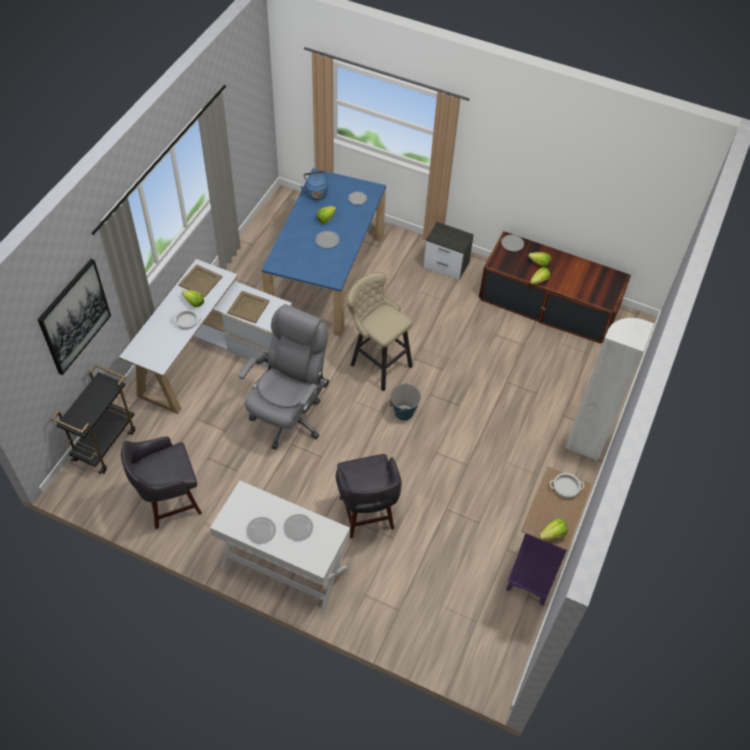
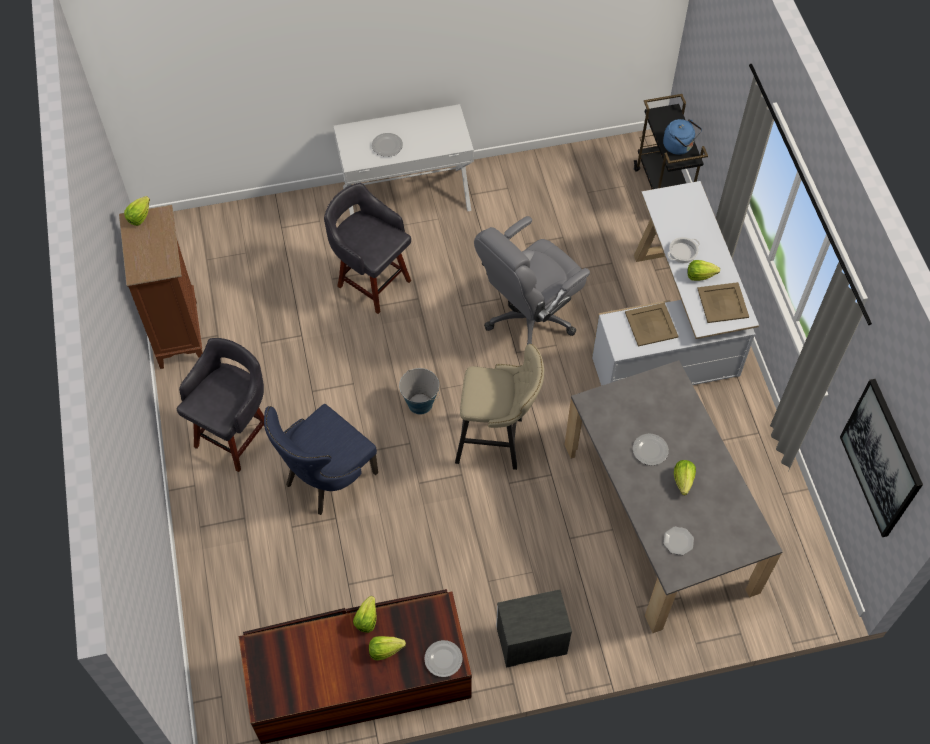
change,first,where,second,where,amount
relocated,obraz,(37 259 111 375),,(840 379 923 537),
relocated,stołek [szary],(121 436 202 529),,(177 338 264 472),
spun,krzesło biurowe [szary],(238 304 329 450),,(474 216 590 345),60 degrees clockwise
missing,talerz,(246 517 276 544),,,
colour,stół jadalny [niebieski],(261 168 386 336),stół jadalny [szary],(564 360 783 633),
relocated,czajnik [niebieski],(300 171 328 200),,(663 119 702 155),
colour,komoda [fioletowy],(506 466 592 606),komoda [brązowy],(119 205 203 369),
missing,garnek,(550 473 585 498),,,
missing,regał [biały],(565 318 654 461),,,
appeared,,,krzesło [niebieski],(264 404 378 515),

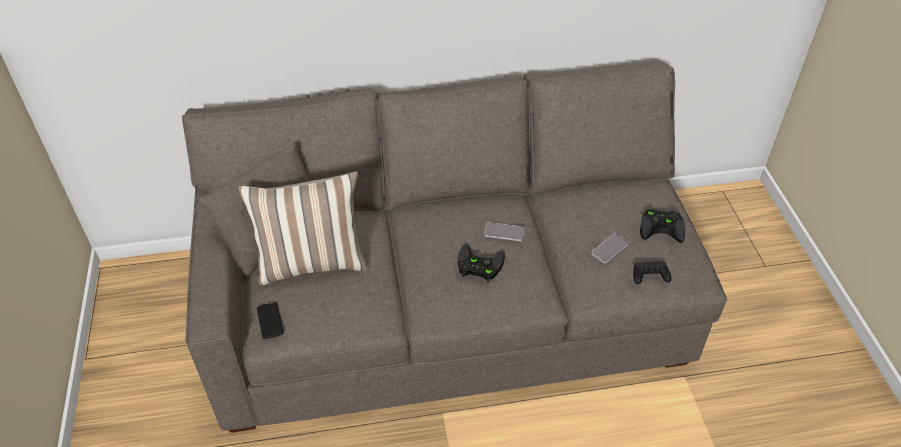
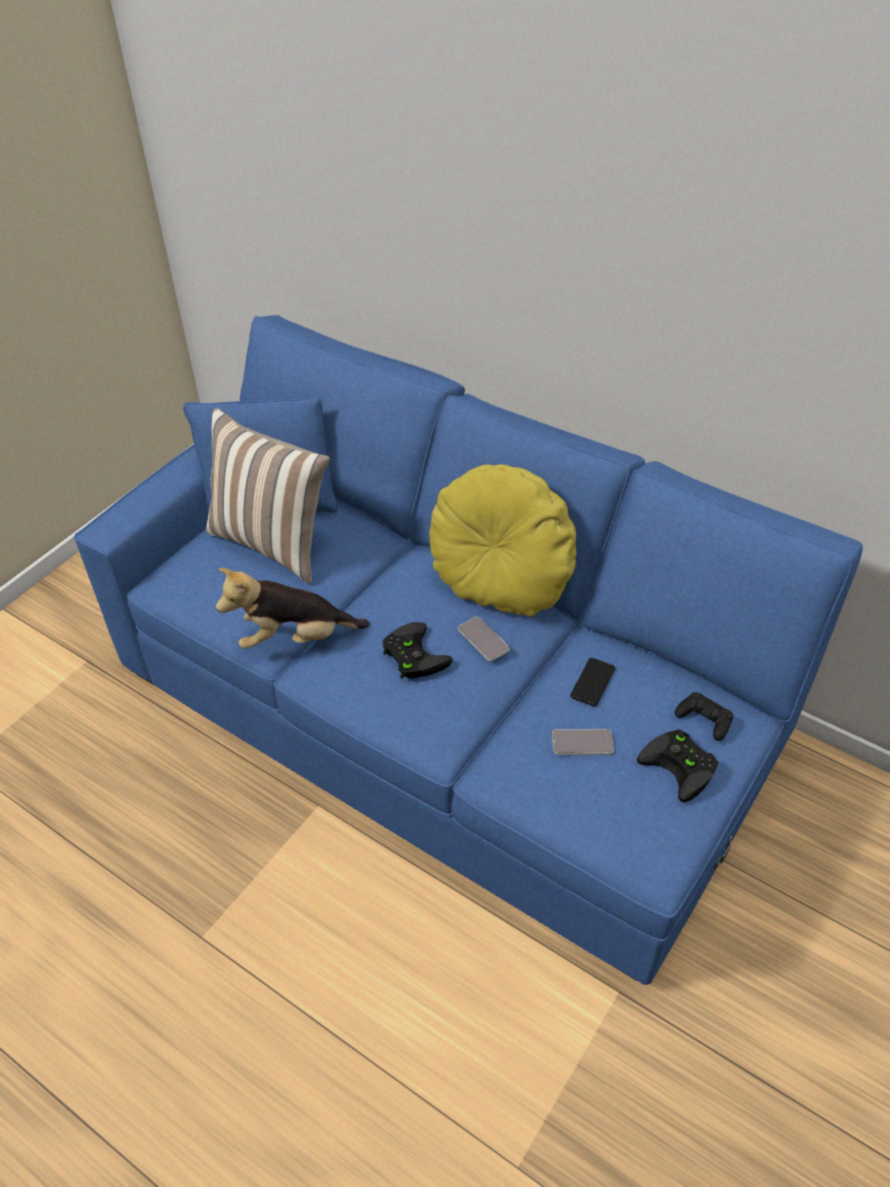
change,first,where,second,where,amount
colour,kanapa [szary],(182 60 727 433),kanapa [niebieski],(74 315 863 985),
relocated,telefon,(257 302 284 339),,(570 658 615 706),
relocated,pad do gier [czarny],(633 261 672 284),,(675 692 733 741),
appeared,,,pluszak,(216 568 370 649),
appeared,,,poduszka [żółty],(429 464 576 617),

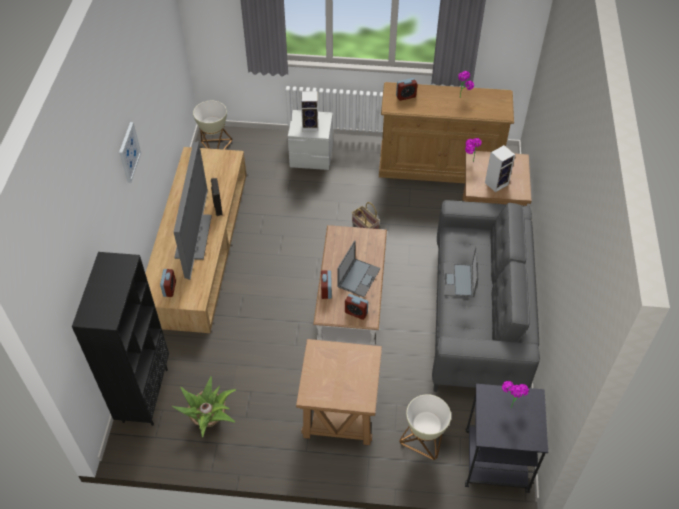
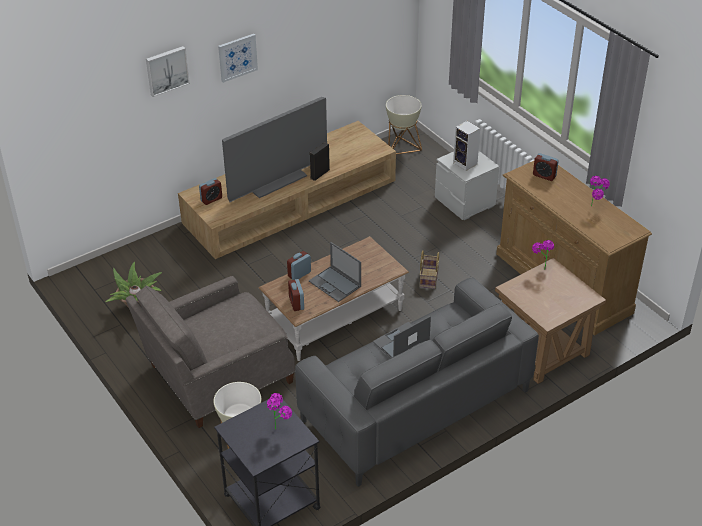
change,first,where,second,where,amount
missing,regał [czarny],(72 252 169 426),,,
exchanged,stolik [brązowy],(296 339 382 445),fotel [szary],(126 276 295 428),
spun,laptop,(337 240 381 297),,(309 242 361 302),60 degrees clockwise
missing,głośnik,(485 145 515 192),,,
appeared,,,obraz,(146 46 190 97),

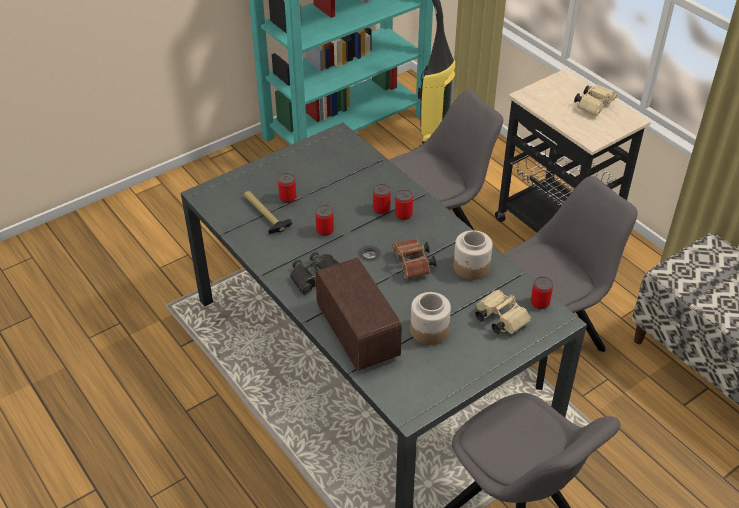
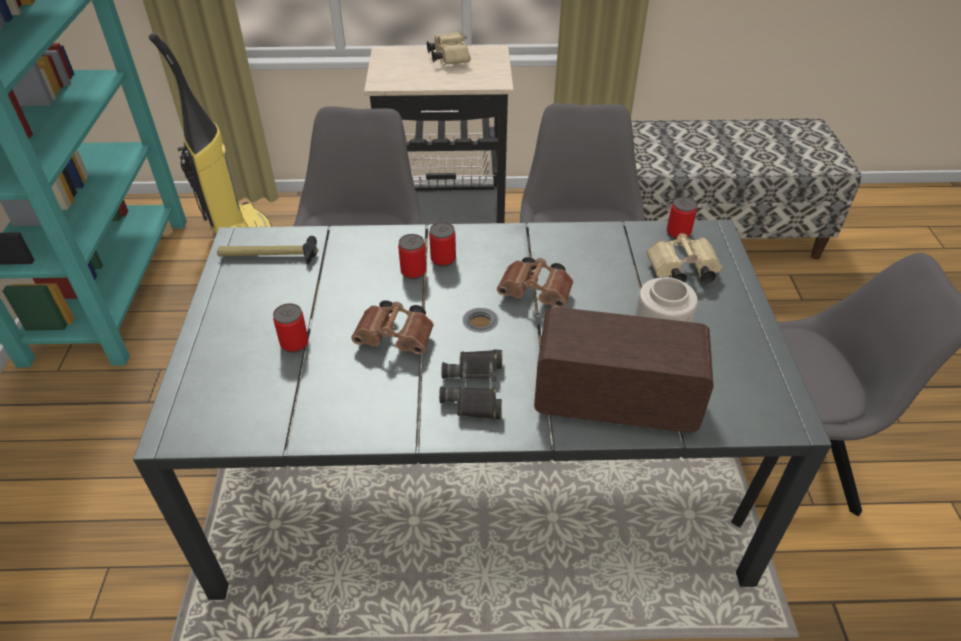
change,first,where,second,where,amount
relocated,młotek,(243 191 292 234),,(217 236 317 265),
exchanged,puszka,(315 205 334 236),lornetka [brązowy],(351 300 434 354),
missing,słoik,(454 230 493 280),,,

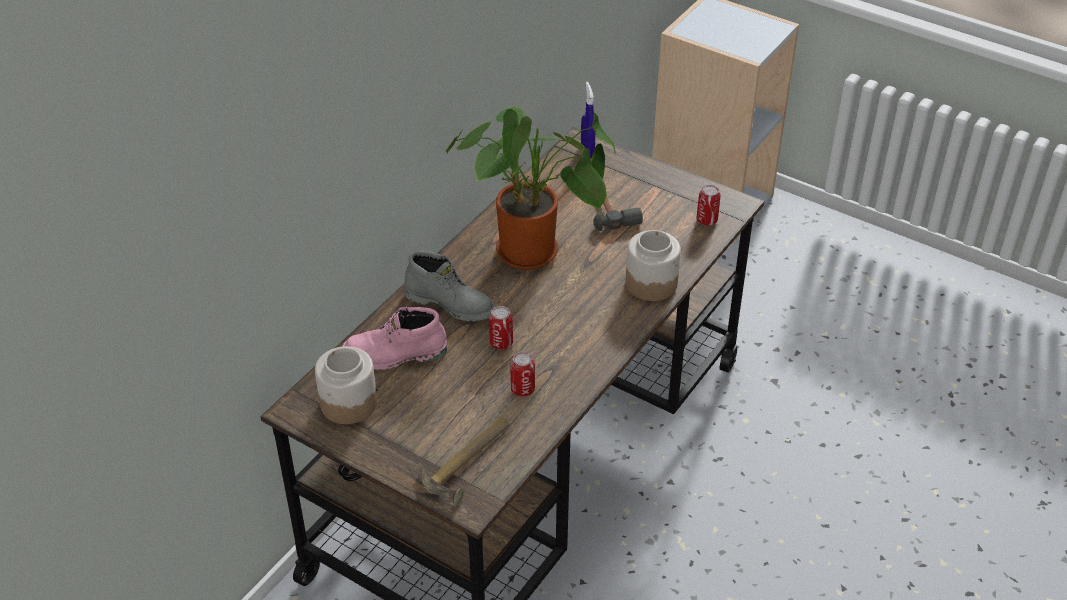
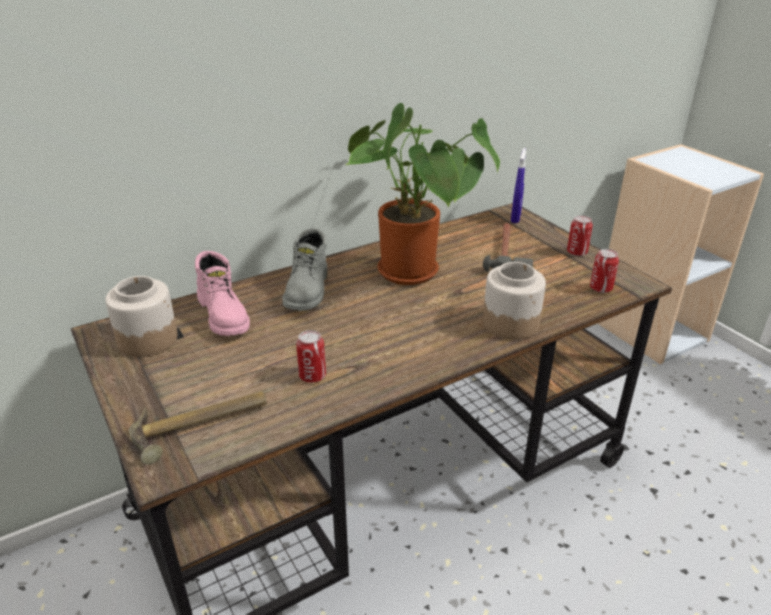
change,first,where,second,where,amount
spun,but z cholewką [różowy],(343 307 447 370),,(195 251 250 336),135 degrees counterclockwise
spun,but z cholewką [szary],(404 251 495 321),,(282 228 327 311),45 degrees clockwise
relocated,puszka,(489 306 513 350),,(567 215 593 256),

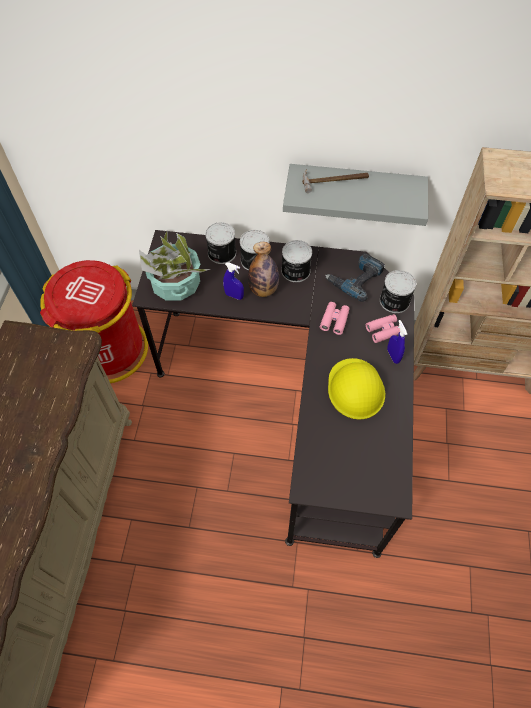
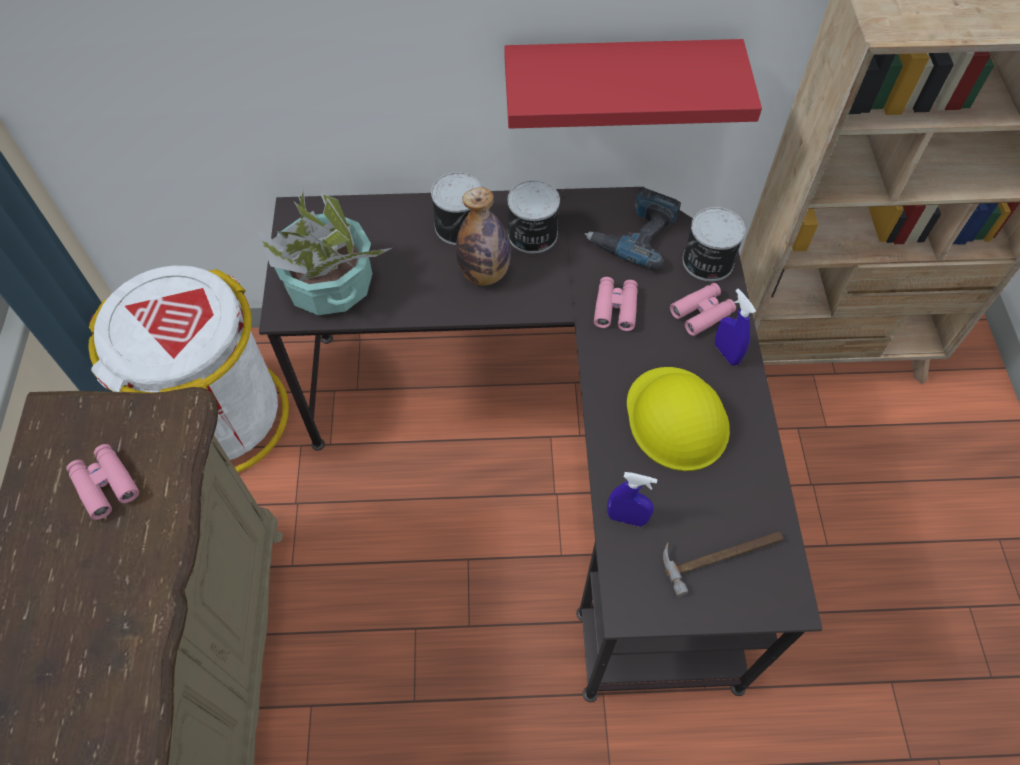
change,first,where,second,where,amount
colour,kosz na śmieci [czerwony],(40 260 148 383),kosz na śmieci [biały],(88 266 289 473),
missing,puszka,(205 222 236 264),,,
relocated,spryskiwacz [niebieski],(223 262 244 300),,(607 472 658 527),
colour,półka [szary],(283 164 428 226),półka [czerwony],(505 39 762 129),
relocated,młotek,(302 169 369 193),,(663 532 783 597),
appeared,,,lornetka [różowy],(66 444 139 520),

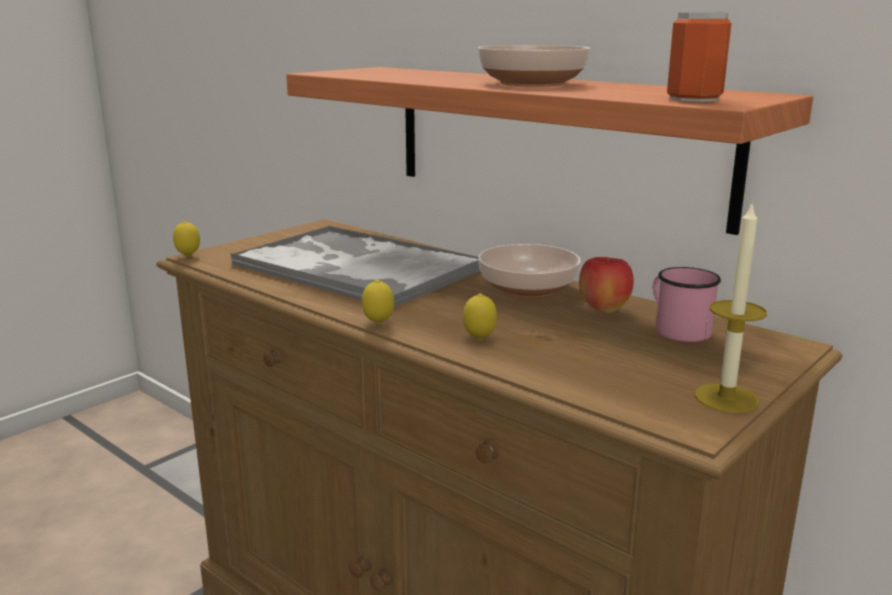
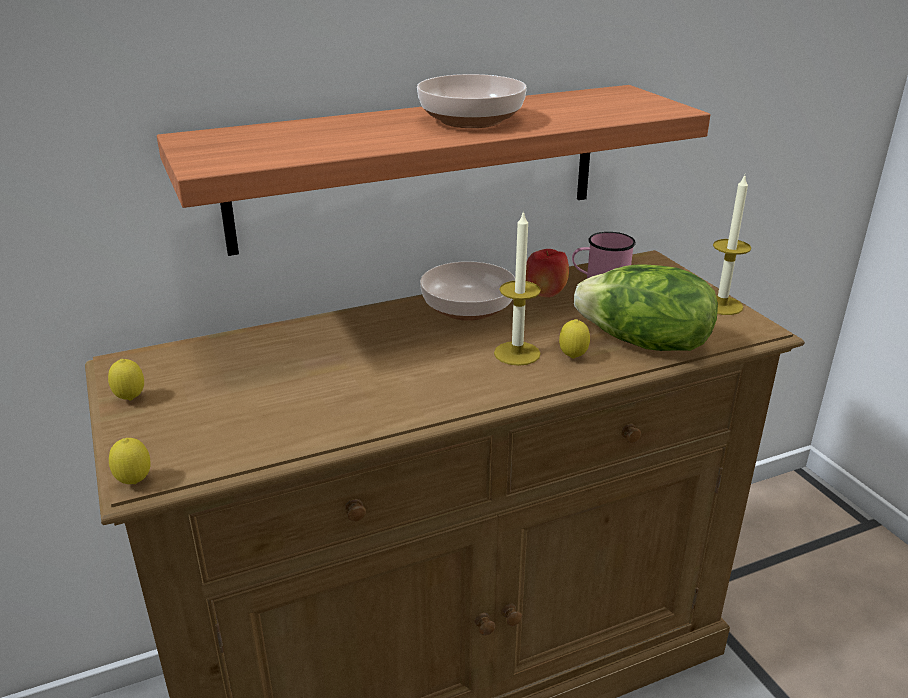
change,first,where,second,where,amount
missing,taca,(230 226 481 307),,,
relocated,cytryna,(362 280 394 324),,(108 359 144 401),
missing,puszka,(667 12 731 102),,,
appeared,,,świeca,(494 210 541 366),
appeared,,,sałata,(574 264 718 351),

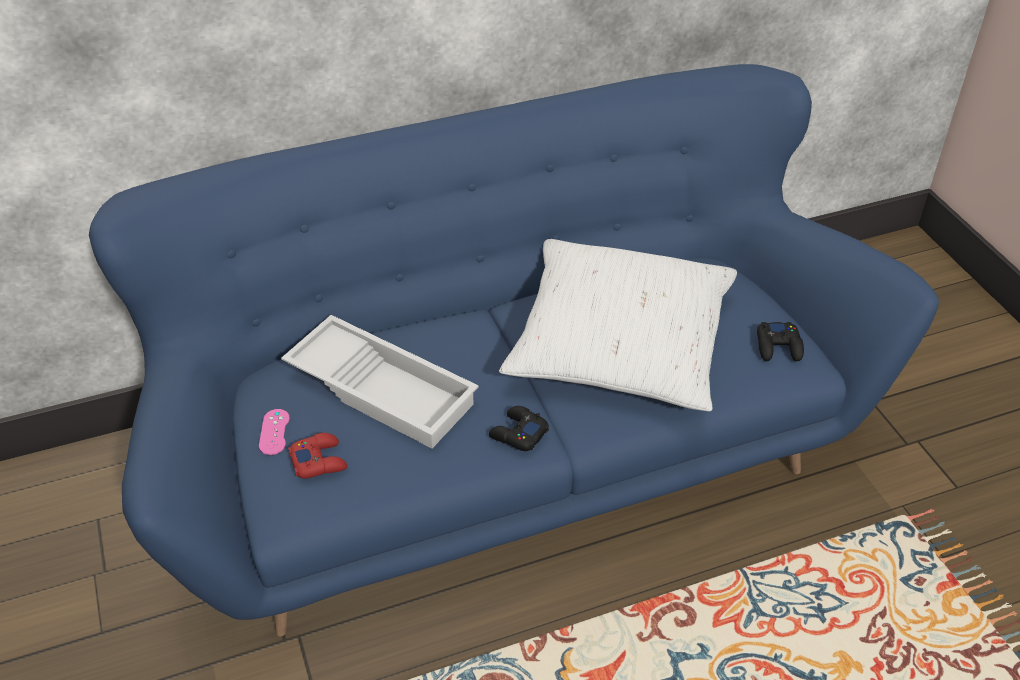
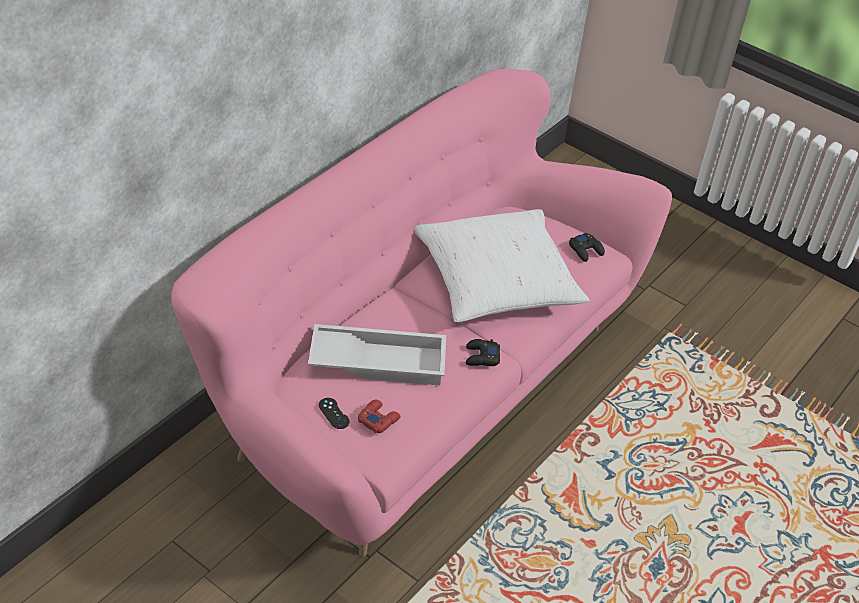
change,first,where,second,where,amount
colour,kanapa [niebieski],(89 64 939 636),kanapa [różowy],(171 69 672 556),
colour,pad do gier [różowy],(259 409 290 455),pad do gier [czarny],(319 398 350 429),

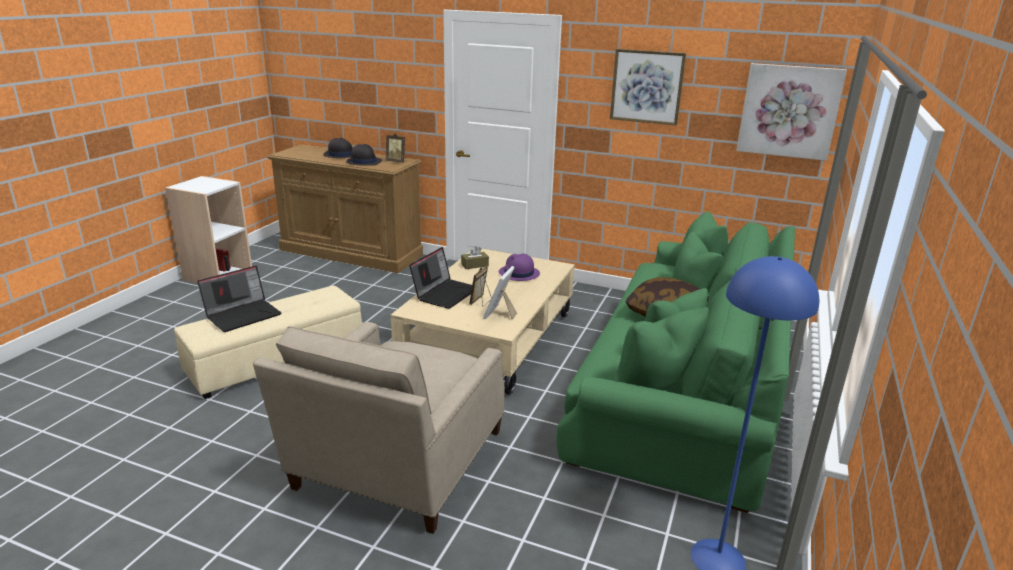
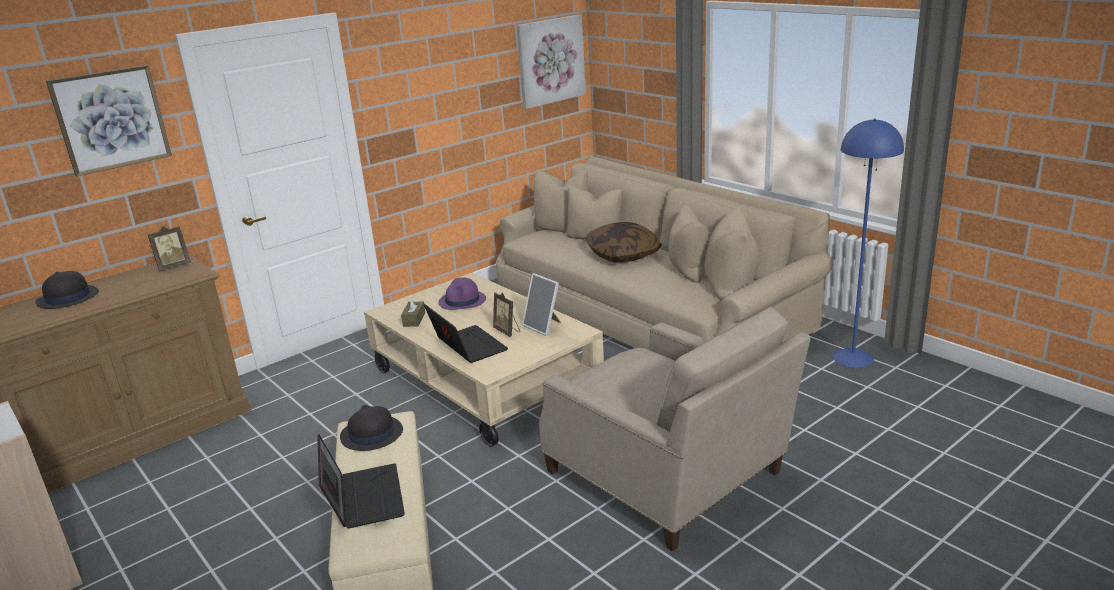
change,first,where,second,where,amount
relocated,kapelusz [czarny],(346 144 382 166),,(340 405 403 451),
colour,kanapa [zielony],(556 211 795 513),kanapa [beżowy],(496 157 832 350),
relocated,obraz,(610 49 686 125),,(46 65 172 176),

